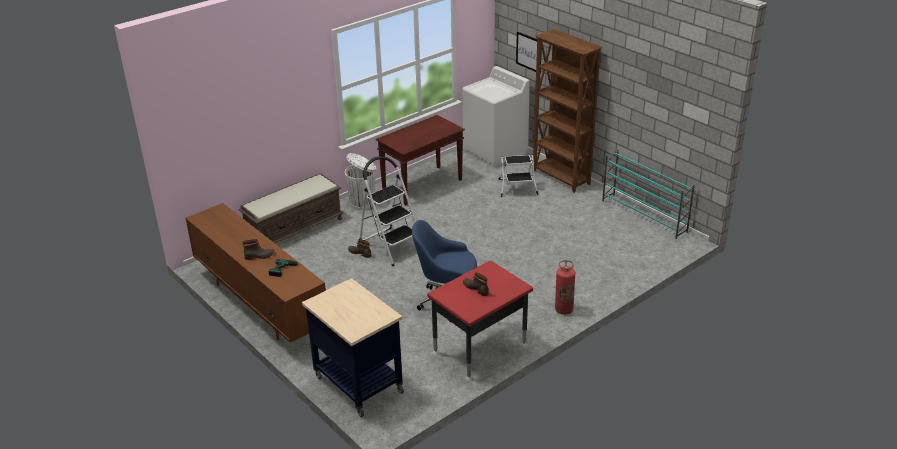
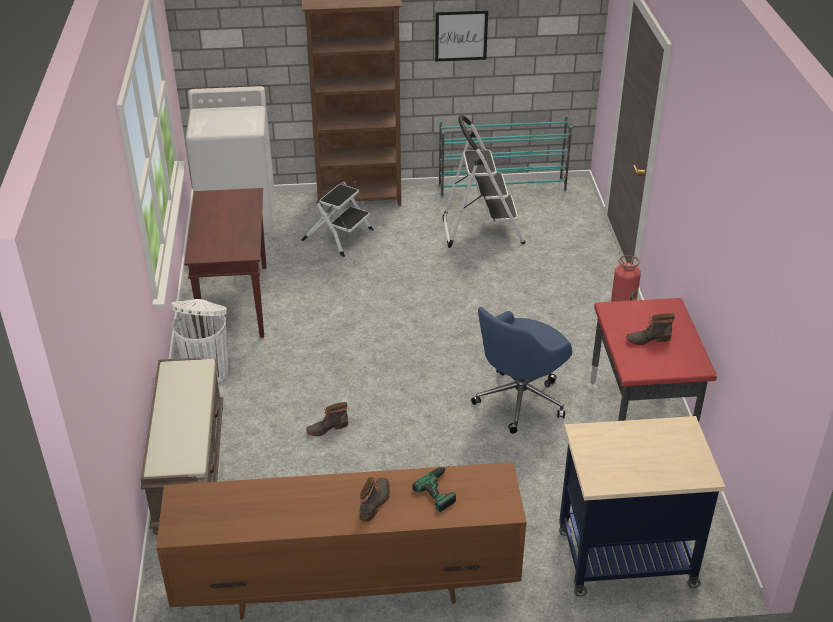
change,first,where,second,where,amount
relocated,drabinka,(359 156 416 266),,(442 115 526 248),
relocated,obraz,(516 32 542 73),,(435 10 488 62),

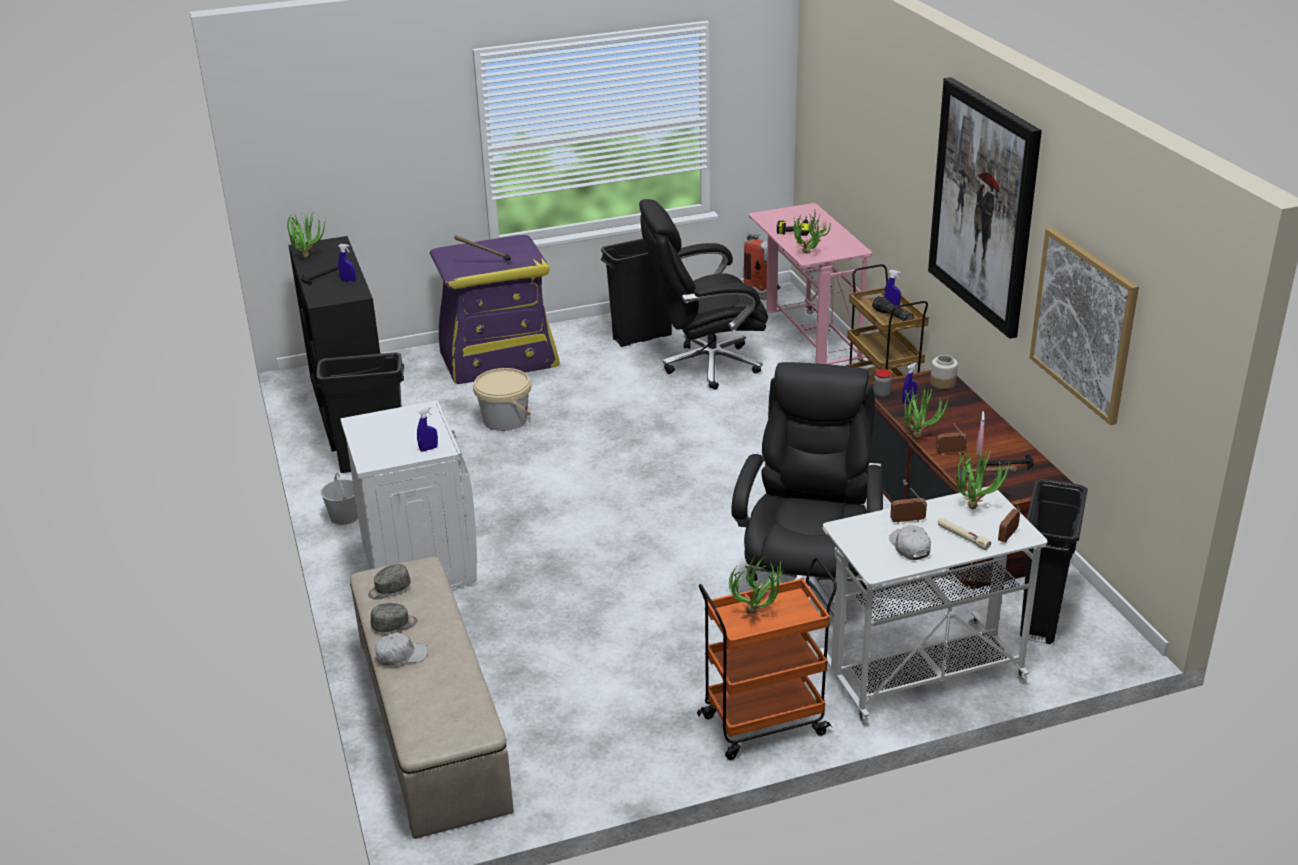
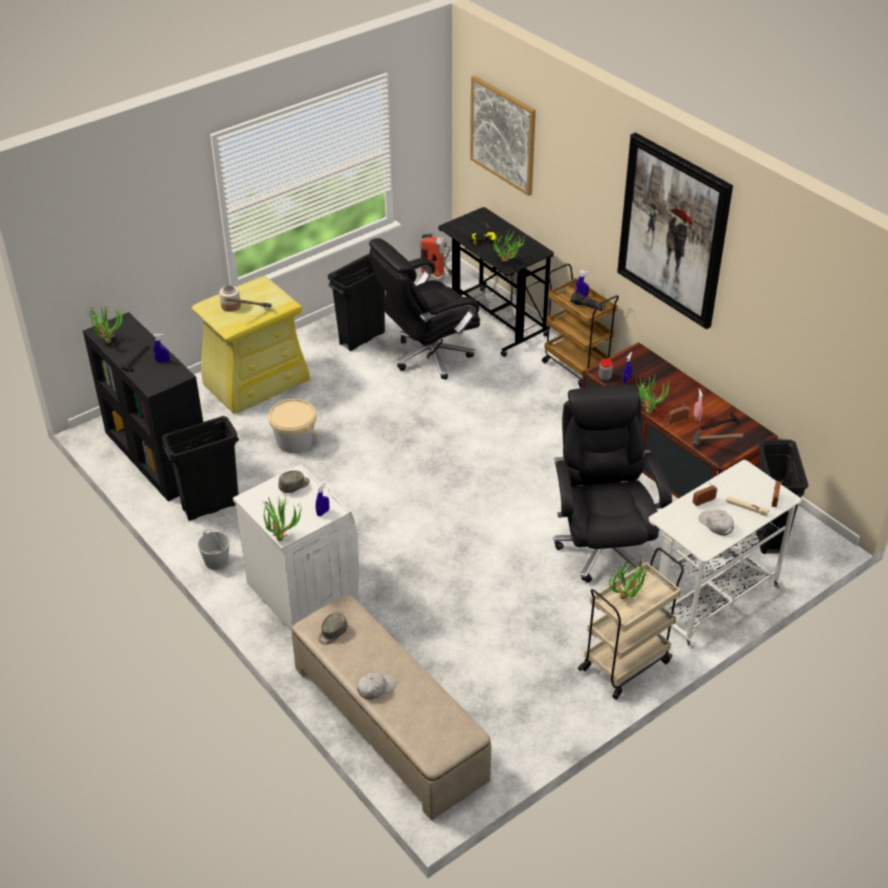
change,first,where,second,where,amount
relocated,czapka z daszkiem [szary],(370 603 417 632),,(279 471 310 493),
colour,szafka nocna [fioletowy],(430 235 560 384),szafka nocna [żółty],(192 276 310 414),
colour,wózek [pomarańczowy],(697 558 837 760),wózek [beżowy],(577 548 684 700),
colour,biurko [różowy],(749 203 872 367),biurko [czarny],(438 207 554 357),
relocated,słoik,(930 355 958 389),,(219 285 241 312),
relocated,roślina doniczkowa,(957 447 1011 510),,(262 497 301 541),
relocated,obraz,(1030 227 1139 425),,(470 75 536 196),

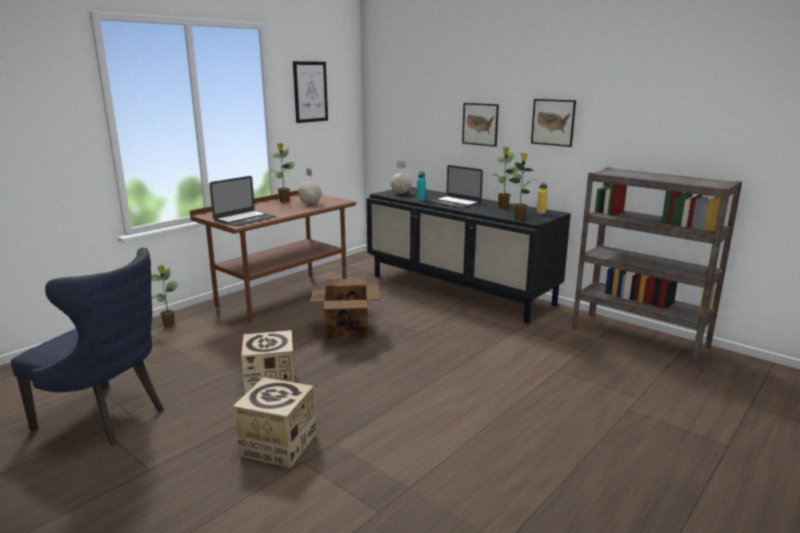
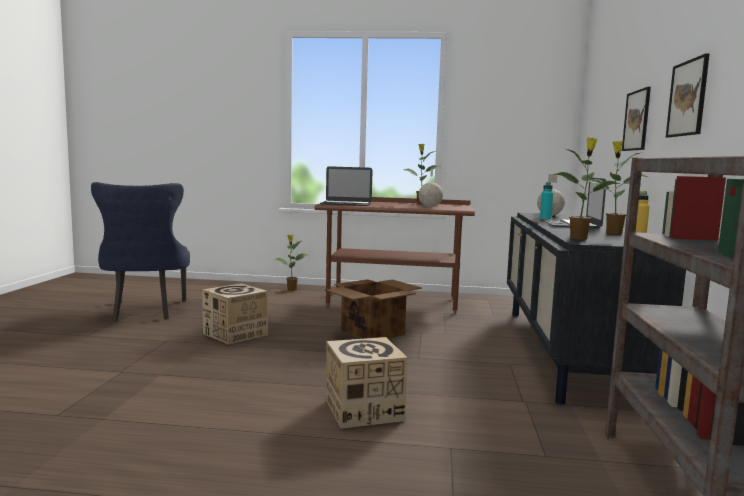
change,first,where,second,where,amount
relocated,karton,(233 377 316 468),,(326 337 408 429),
missing,obraz,(293 61 328 123),,,

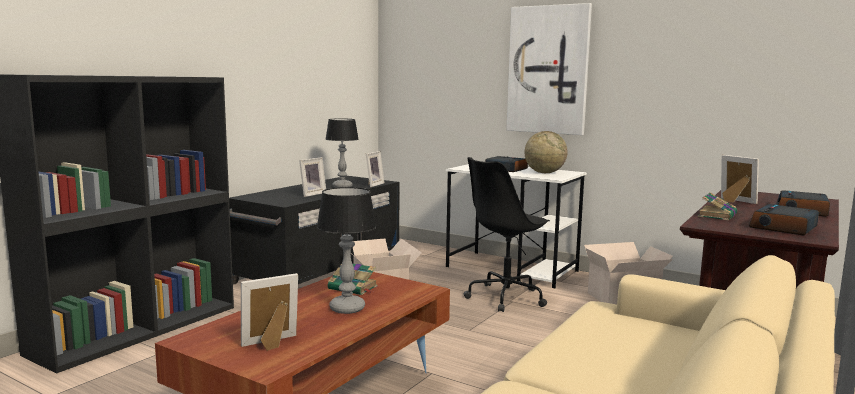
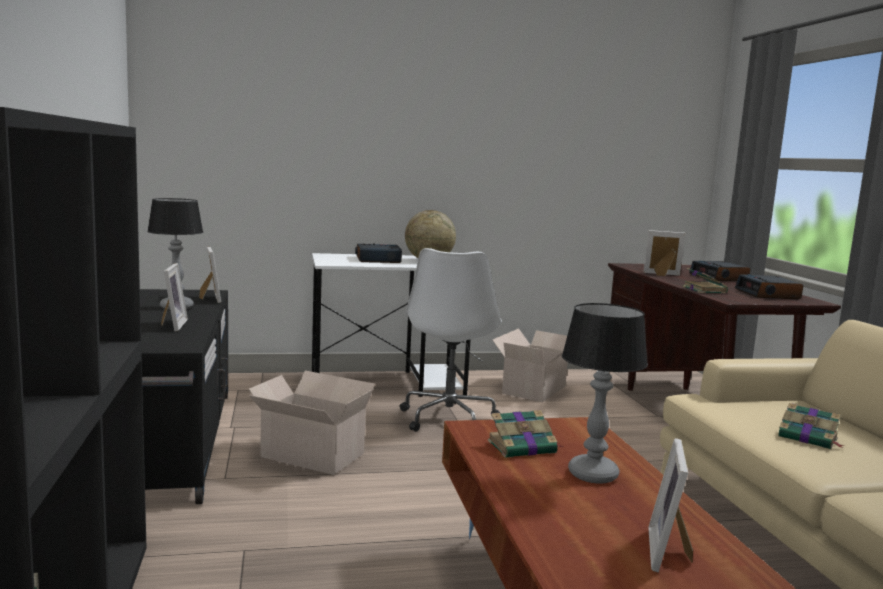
change,first,where,second,where,amount
colour,krzesło biurowe [czarny],(464 157 550 312),krzesło biurowe [biały],(399 248 502 432),
missing,obraz,(507 3 592 135),,,
appeared,,,książka,(778 403 844 449),

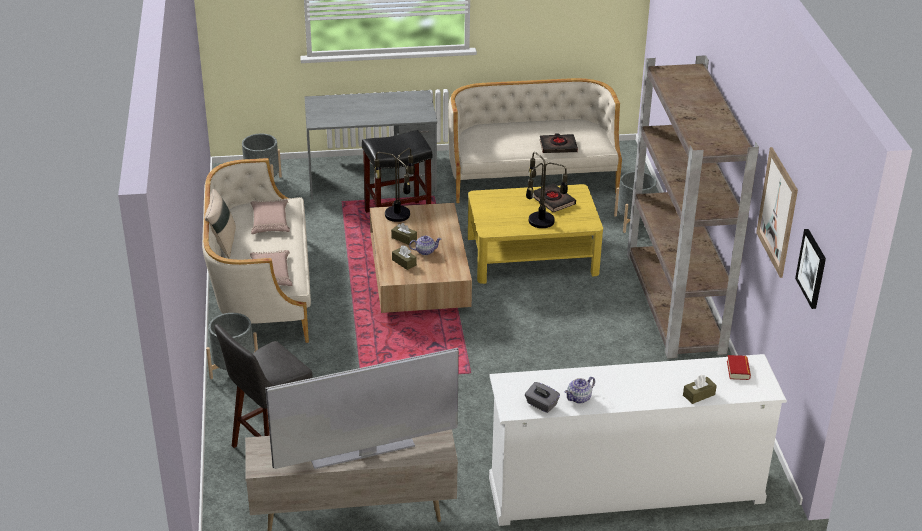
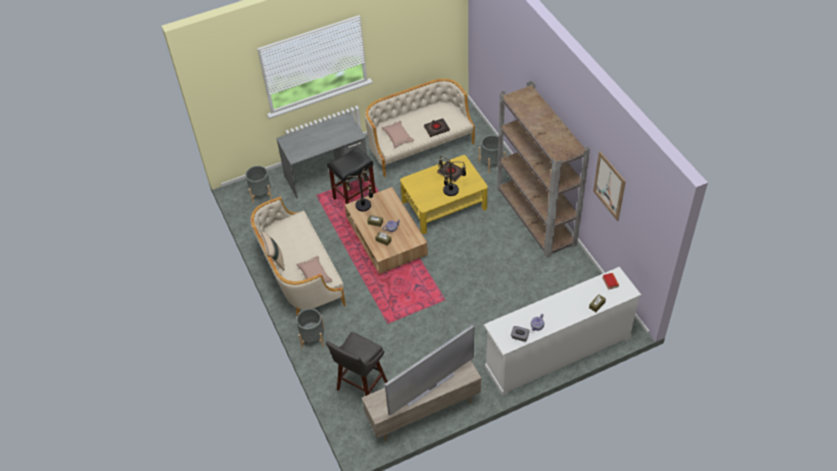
change,first,where,second,where,amount
relocated,poduszka [beżowy],(251 199 290 234),,(381 121 414 148),
missing,obraz,(795 229 826 309),,,

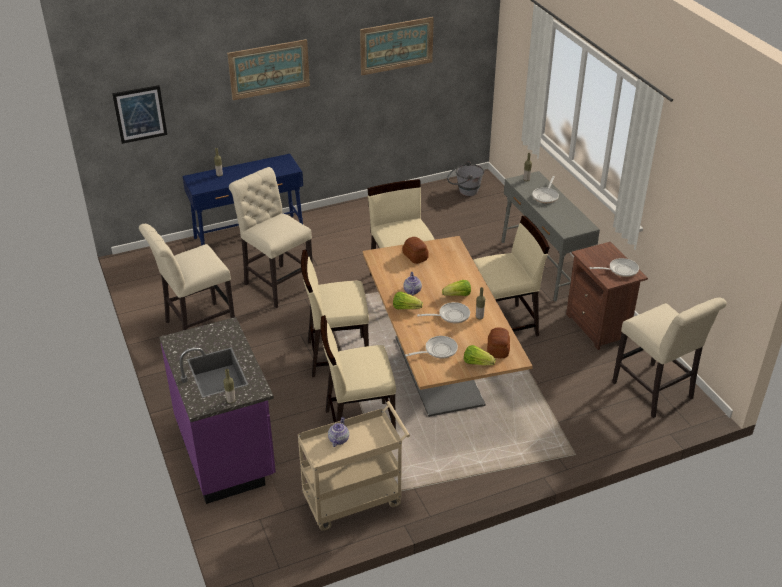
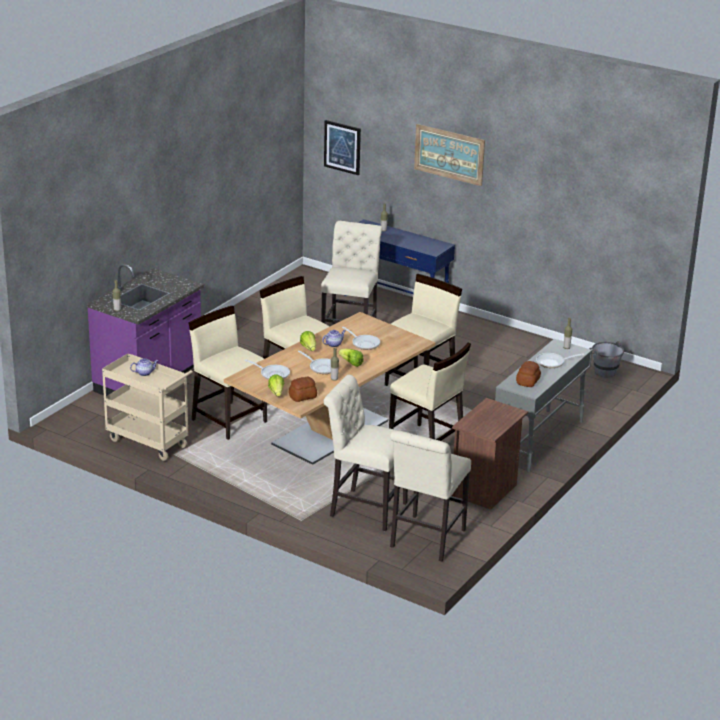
change,first,where,second,where,amount
relocated,stołek [beżowy],(139 224 235 330),,(324 375 408 531),
missing,obraz,(360 17 434 75),,,
relocated,chleb,(402 237 429 264),,(516 361 541 387),
relocated,patelnia,(590 258 639 277),,(342 327 380 350),

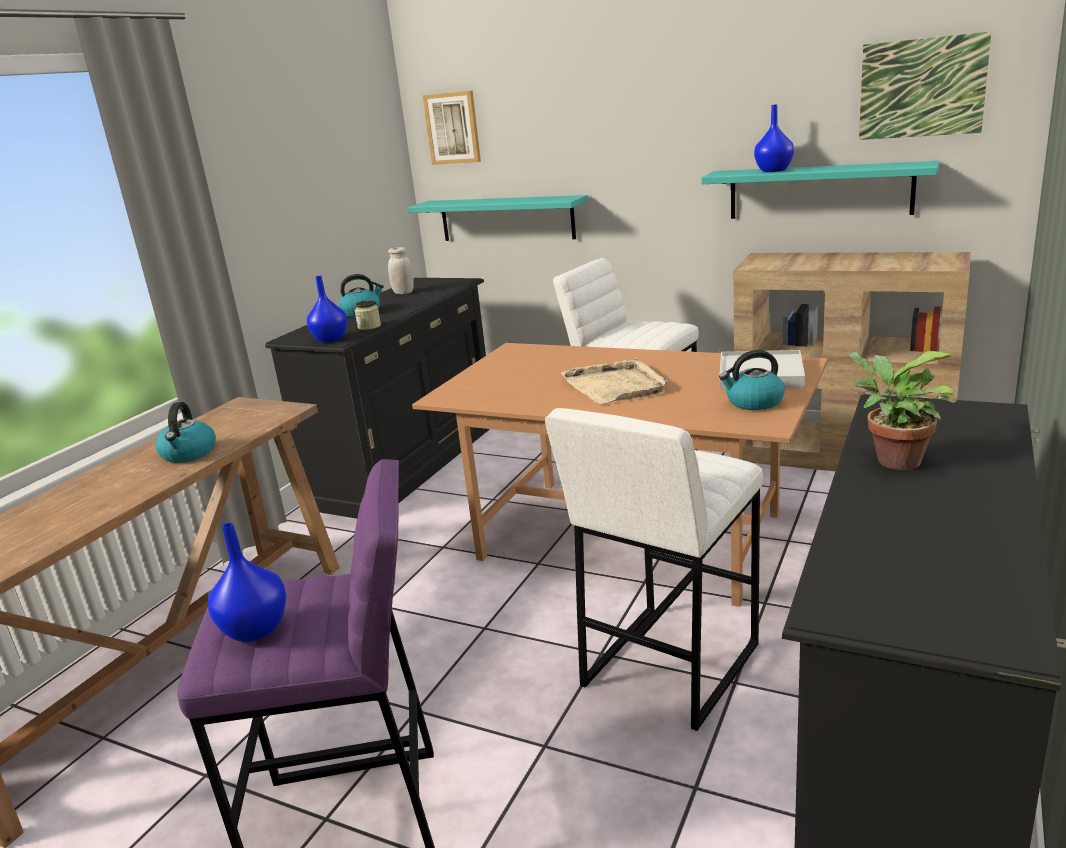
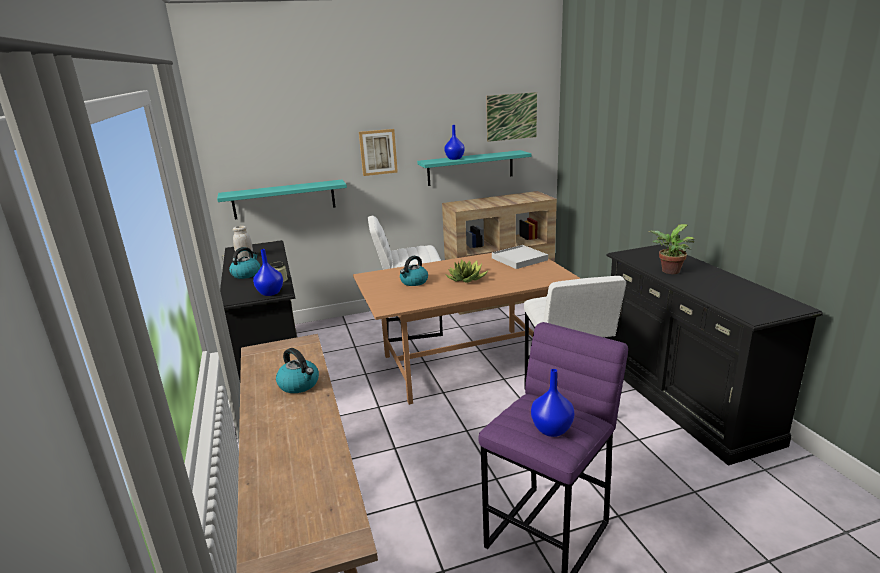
change,first,where,second,where,amount
relocated,obraz,(423 90 481 165),,(359 129 398 176),
exchanged,taca [beżowy],(561 358 668 404),roślina doniczkowa,(445 260 489 283),
relocated,czajnik,(719 350 785 410),,(400 256 428 286),

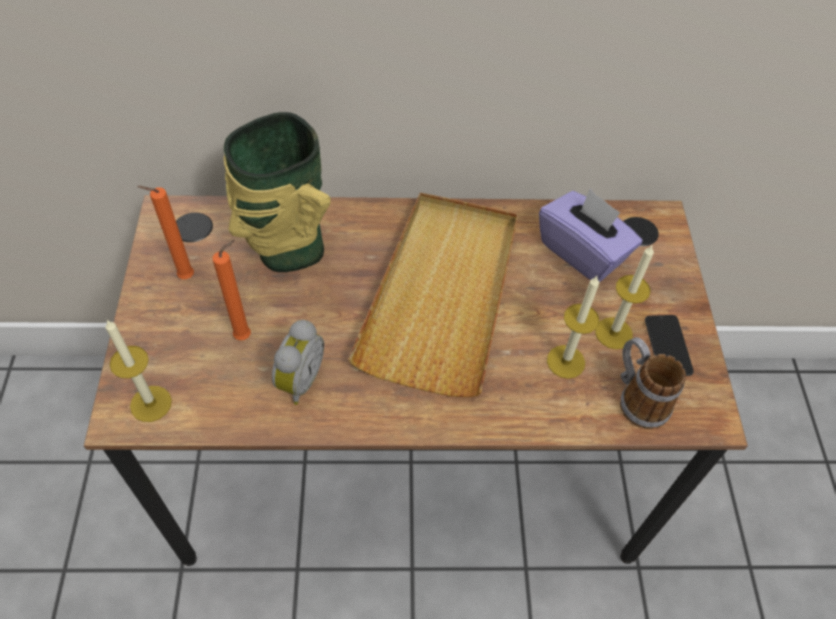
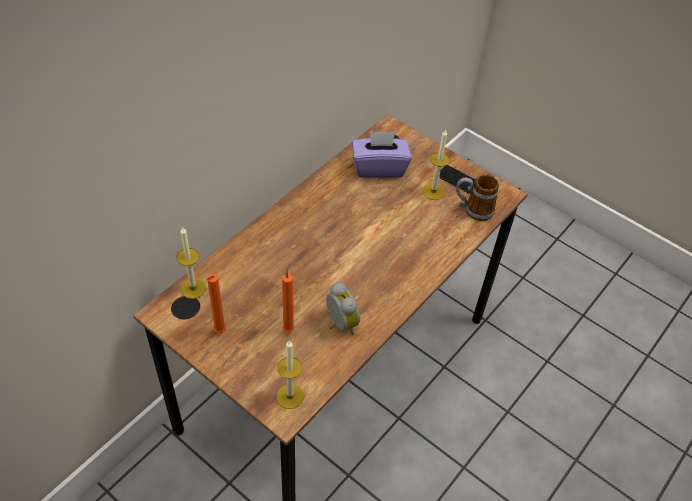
change,first,where,second,where,amount
missing,wazon,(224 112 331 272),,,
missing,taca [beżowy],(348 193 518 397),,,
relocated,świeca,(547 275 599 379),,(176 227 206 299),

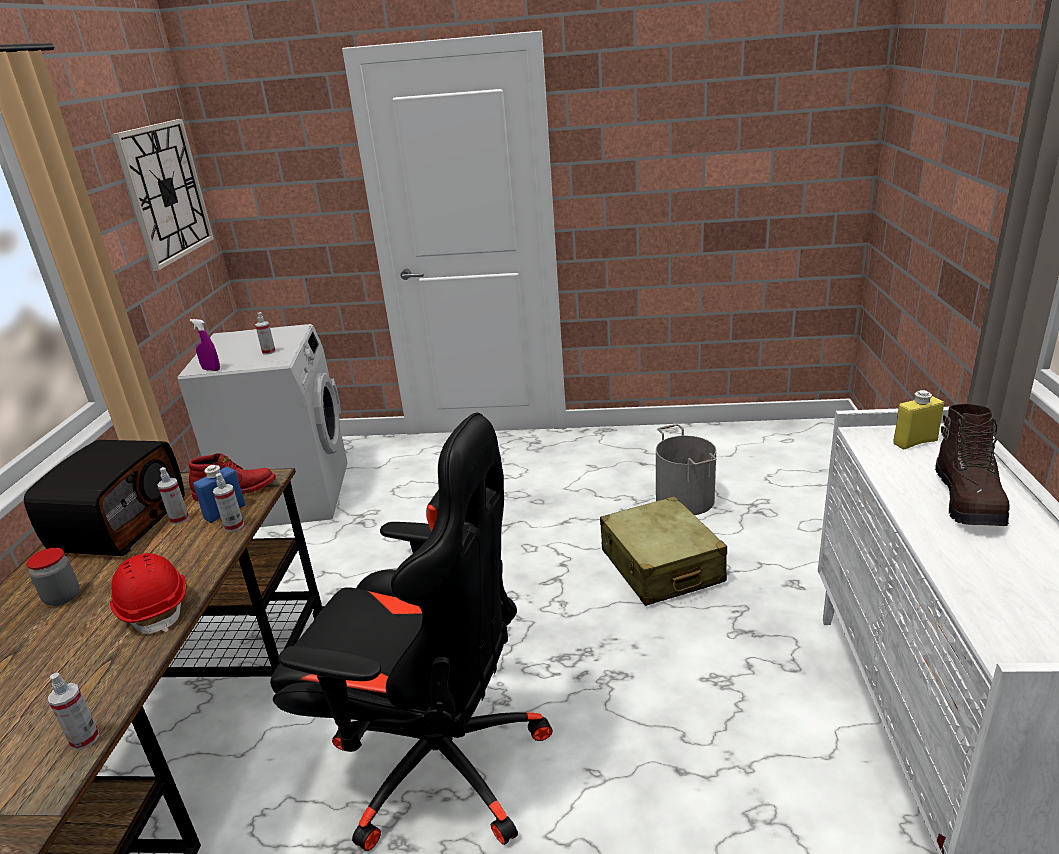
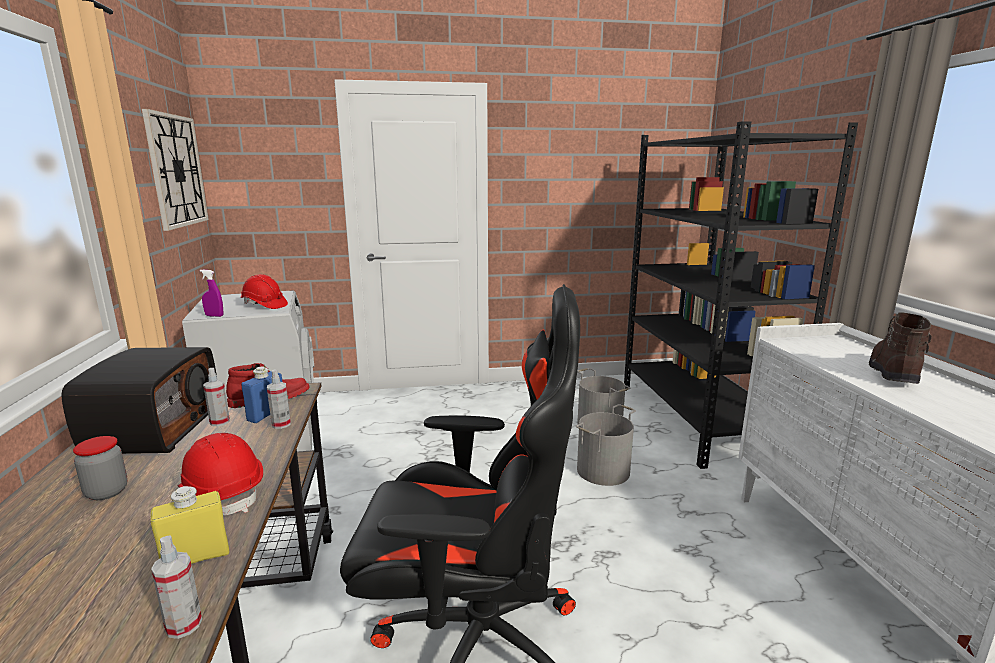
change,first,where,second,where,amount
exchanged,spryskiwacz,(255 312 276 355),kask [czerwony],(241 274 288 309),
exchanged,walizka [beżowy],(600 496 727 606),wiadro [szary],(576 404 636 486),
relocated,butelka [żółty],(893 390 944 449),,(151 486 229 564),
spun,but z cholewką [brązowy],(935 404 1010 526),,(869 312 932 384),150 degrees counterclockwise
appeared,,,regał [czarny],(624 121 858 469),

